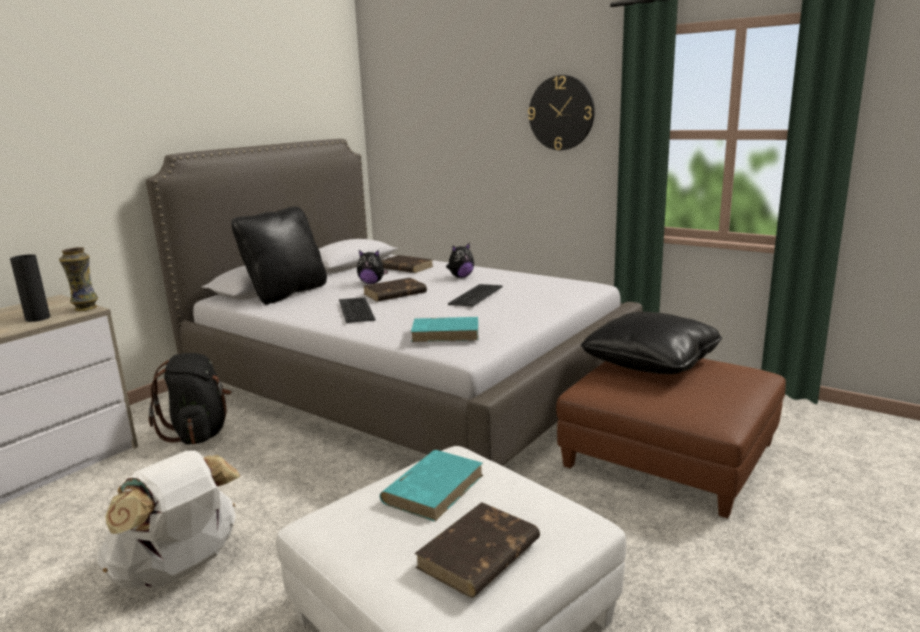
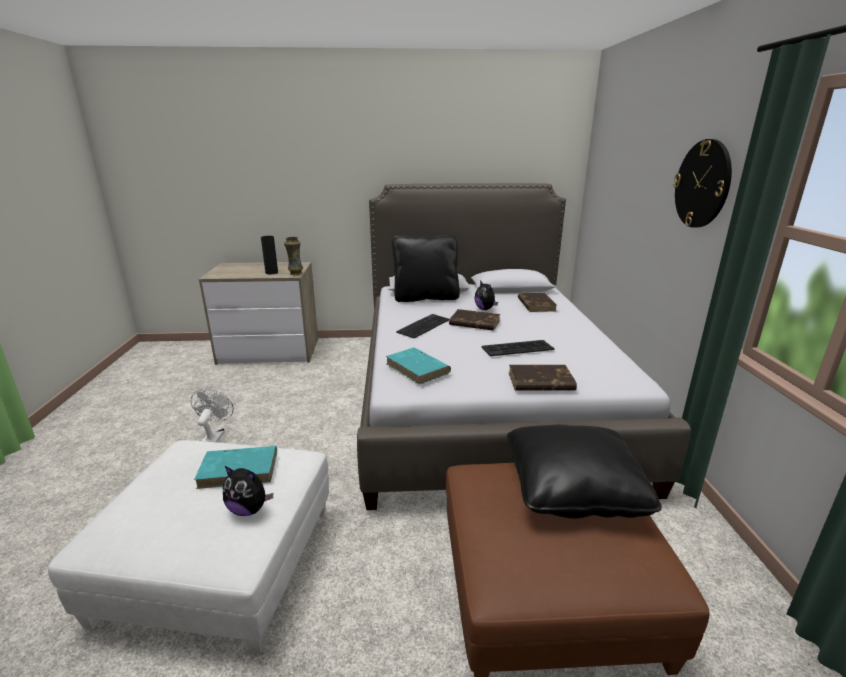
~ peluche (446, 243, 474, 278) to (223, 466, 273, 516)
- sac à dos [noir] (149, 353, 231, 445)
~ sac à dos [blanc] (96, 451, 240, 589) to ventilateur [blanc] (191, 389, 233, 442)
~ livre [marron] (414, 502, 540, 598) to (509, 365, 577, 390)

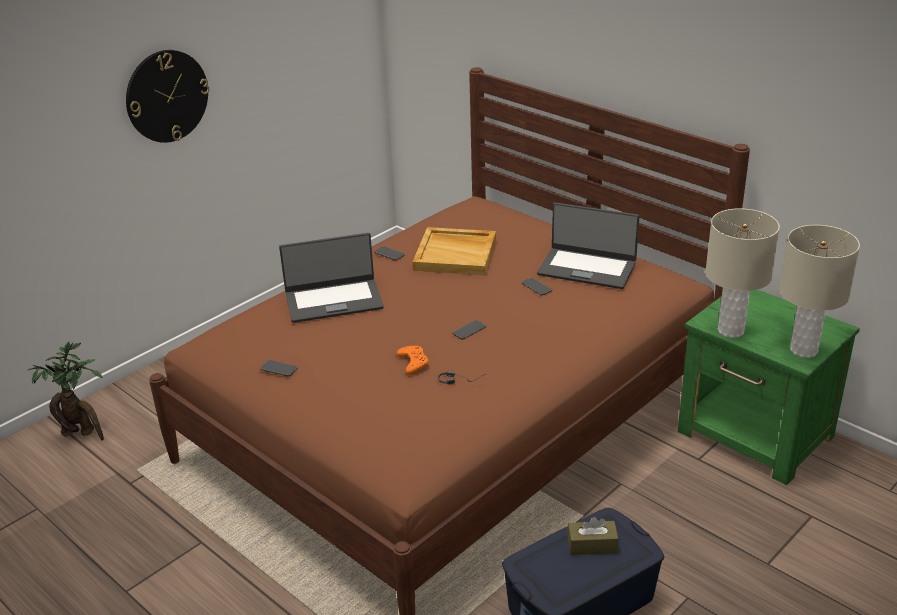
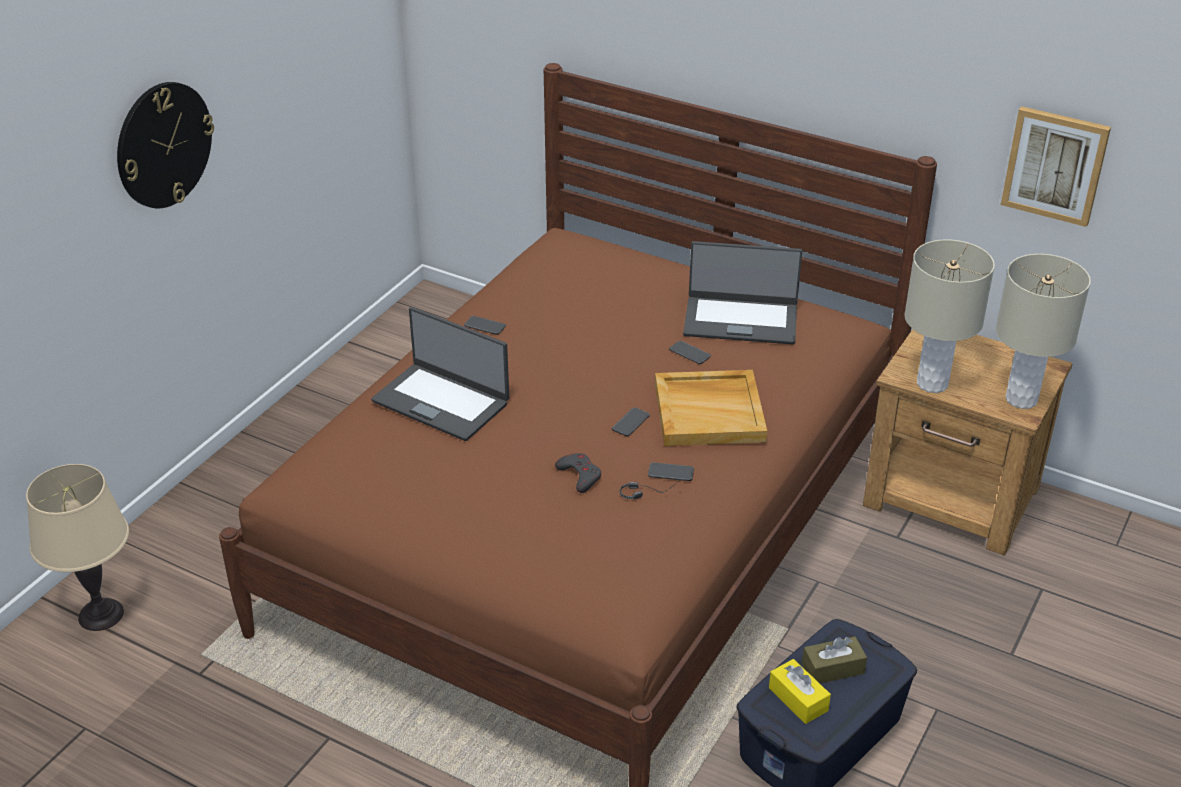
~ plateau [beige] (413, 227, 496, 275) to (655, 370, 767, 446)
~ ordinateur portable (279, 233, 384, 323) = (371, 307, 509, 441) 60 degrees clockwise
~ table de chevet [vert] (677, 290, 860, 485) to table de chevet [marron] (863, 329, 1073, 556)
~ plante en pot (28, 342, 104, 440) to lampe de table [beige] (26, 464, 129, 631)
~ manette [orange] (397, 346, 429, 375) to manette [gris] (555, 453, 601, 493)
~ téléphone (260, 360, 298, 376) to (648, 462, 694, 481)
+ tableau (1001, 106, 1111, 227)
+ boîte à mouchoirs [jaune] (769, 659, 831, 724)

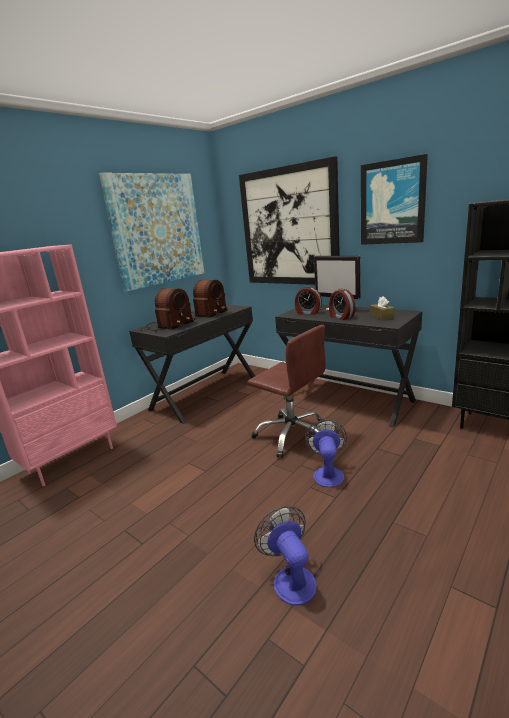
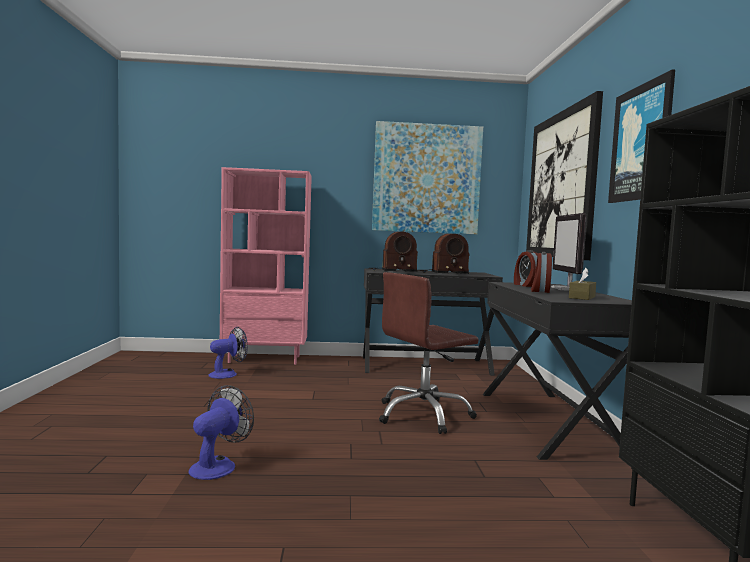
~ chaise de bureau [marron] (247, 325, 326, 458) = (379, 272, 479, 434) 60 degrees clockwise
~ ventilateur (305, 420, 347, 487) to (208, 327, 248, 379)

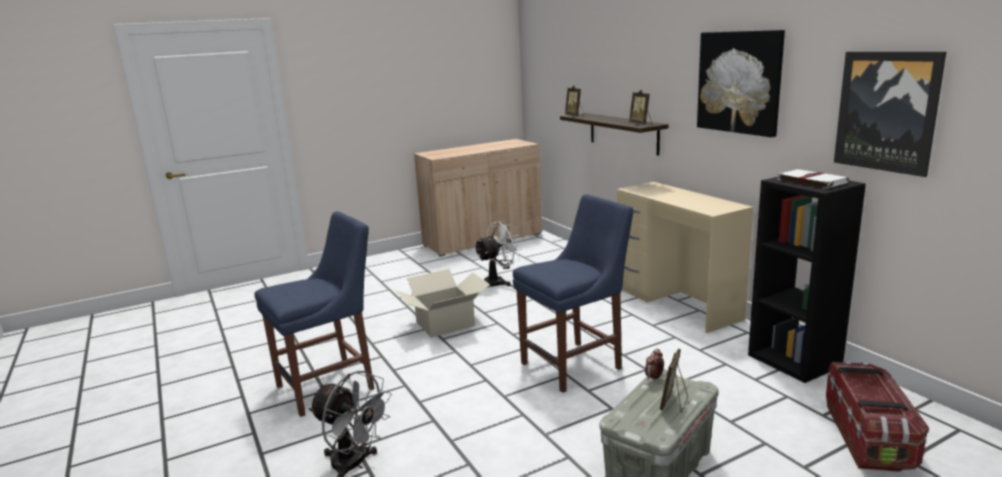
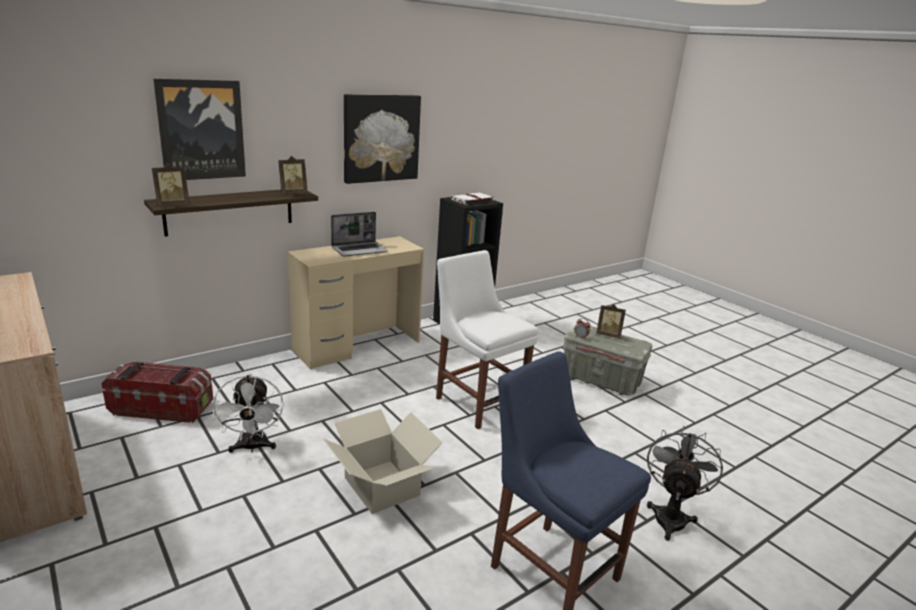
~ tableau (834, 52, 946, 177) to (153, 79, 246, 180)
~ chaise [bleu] (513, 194, 633, 393) to chaise [blanc] (436, 250, 538, 429)
~ ventilateur [blanc] (474, 220, 522, 286) = (212, 374, 284, 453) 150 degrees counterclockwise
~ boîte de rangement (826, 361, 929, 472) to (101, 362, 213, 423)
+ ordinateur portable (331, 212, 388, 257)

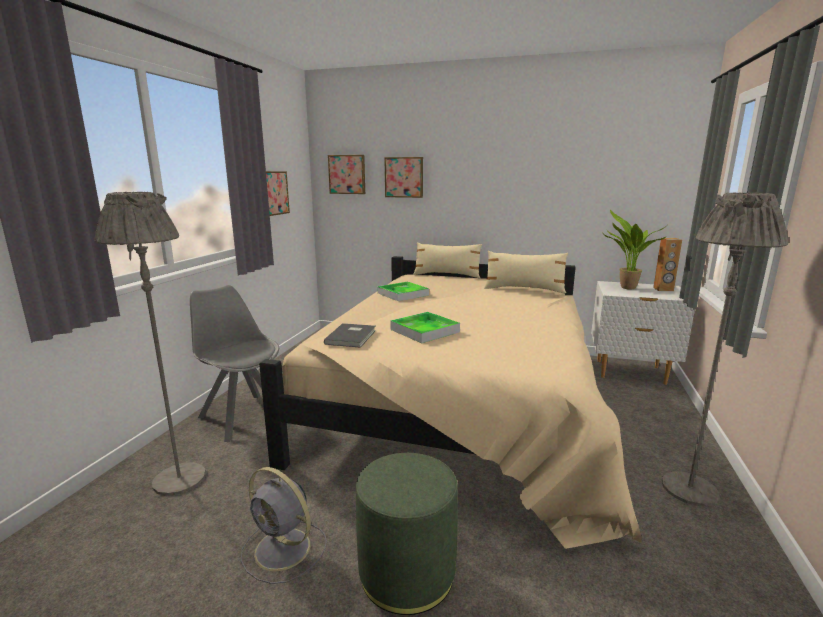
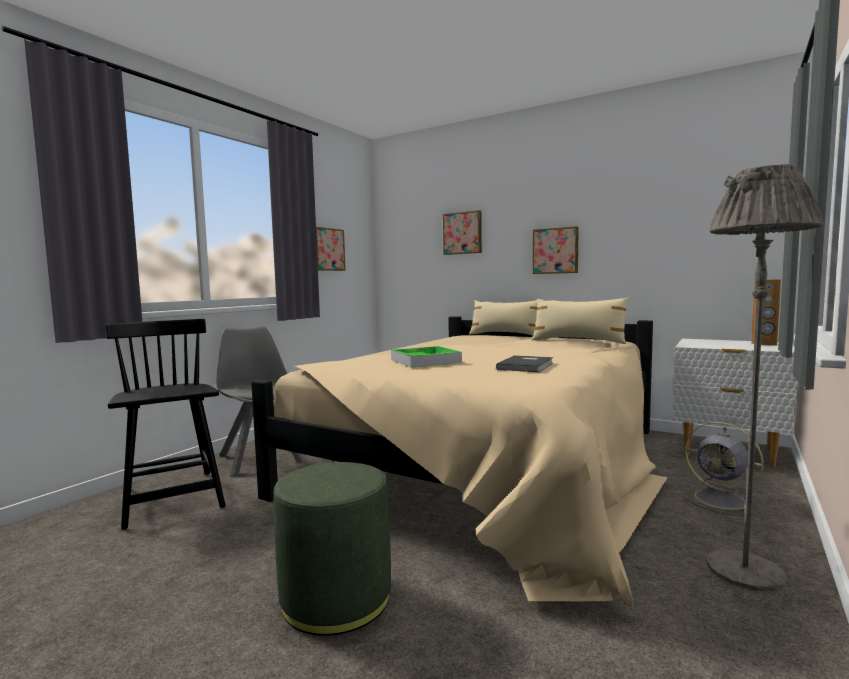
~ tableau (328, 155, 365, 194) to (532, 226, 579, 274)
~ lampadaire [gris] (95, 192, 206, 496) to chaise [noir] (105, 319, 226, 530)
- plante en pot (603, 210, 667, 290)
- plateau (378, 282, 429, 301)
~ livre [gris] (324, 323, 376, 348) to (496, 355, 553, 372)
~ ventilateur [gris] (241, 467, 327, 584) to (682, 422, 764, 516)

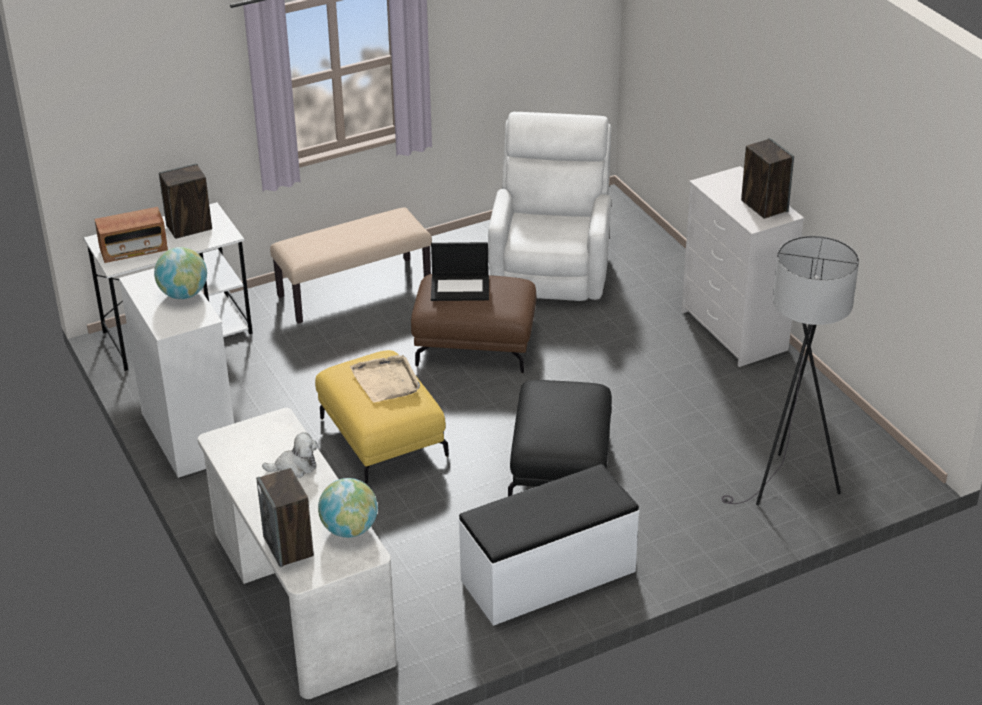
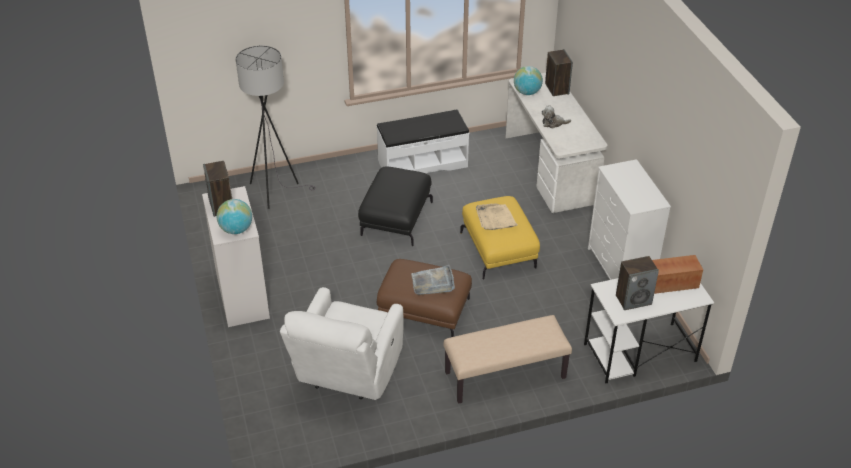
~ ordinateur portable (431, 242, 489, 301) to plateau [gris] (411, 265, 455, 295)
~ globe (154, 247, 207, 299) to (217, 199, 252, 234)

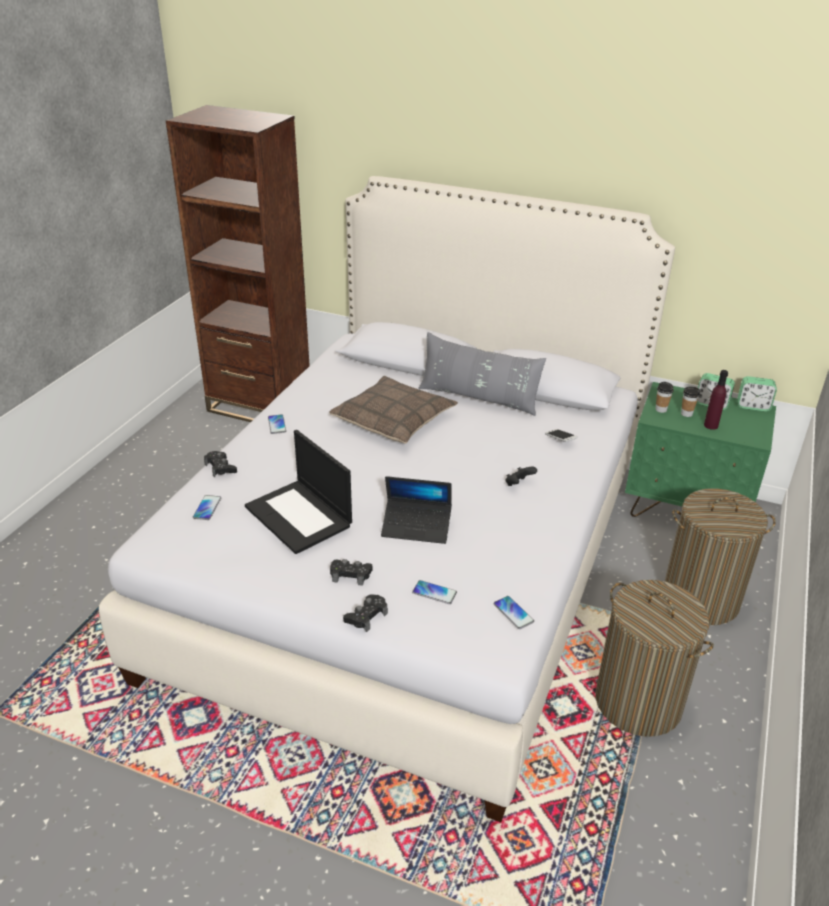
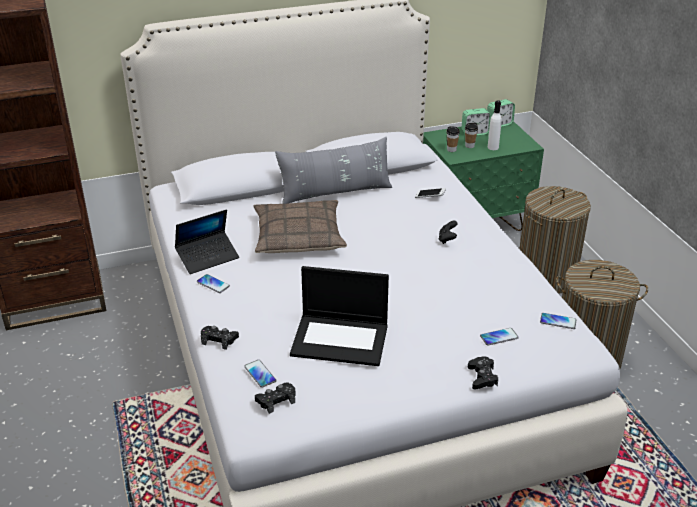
~ bouteille [violet] (704, 370, 728, 430) to bouteille [blanc] (488, 100, 502, 150)
~ ordinateur portable (381, 476, 452, 544) to (175, 209, 239, 274)
~ manette [noir] (330, 559, 372, 586) to (255, 382, 295, 414)

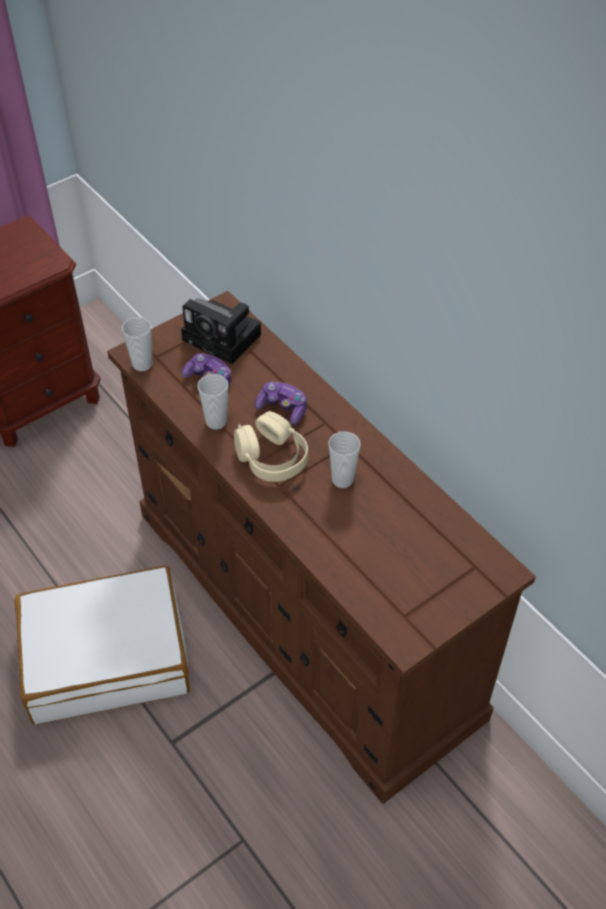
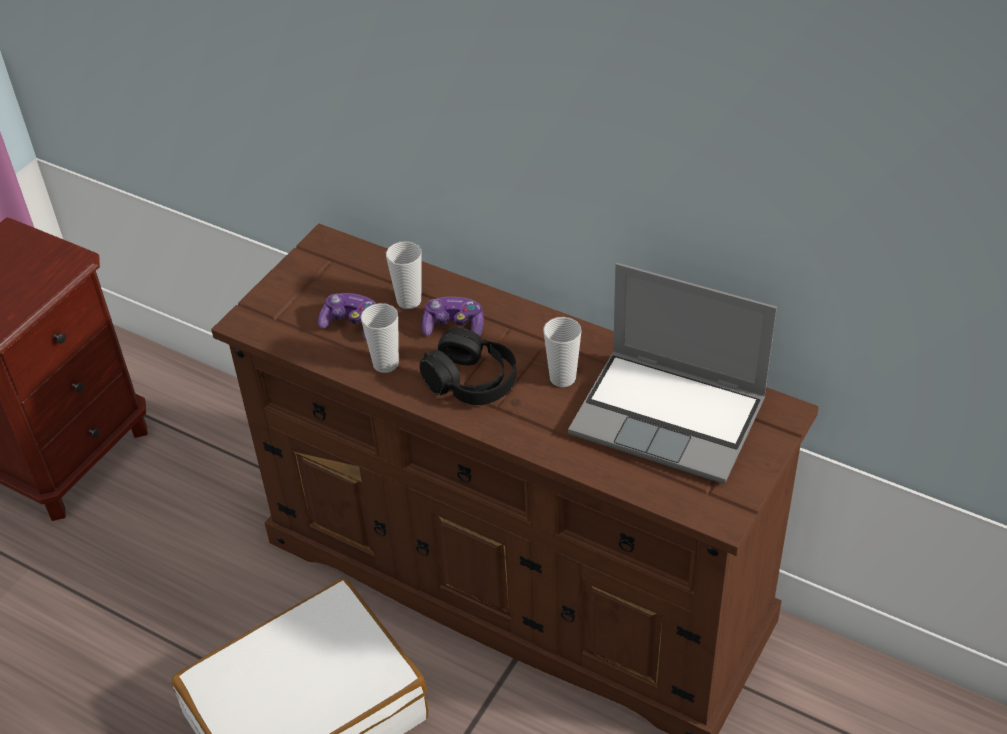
- appareil photo (181, 298, 261, 364)
~ tasse (122, 317, 152, 371) to (386, 241, 422, 309)
~ casque audio [beige] (234, 411, 308, 482) to casque audio [noir] (420, 328, 516, 405)
+ ordinateur portable (568, 263, 777, 484)

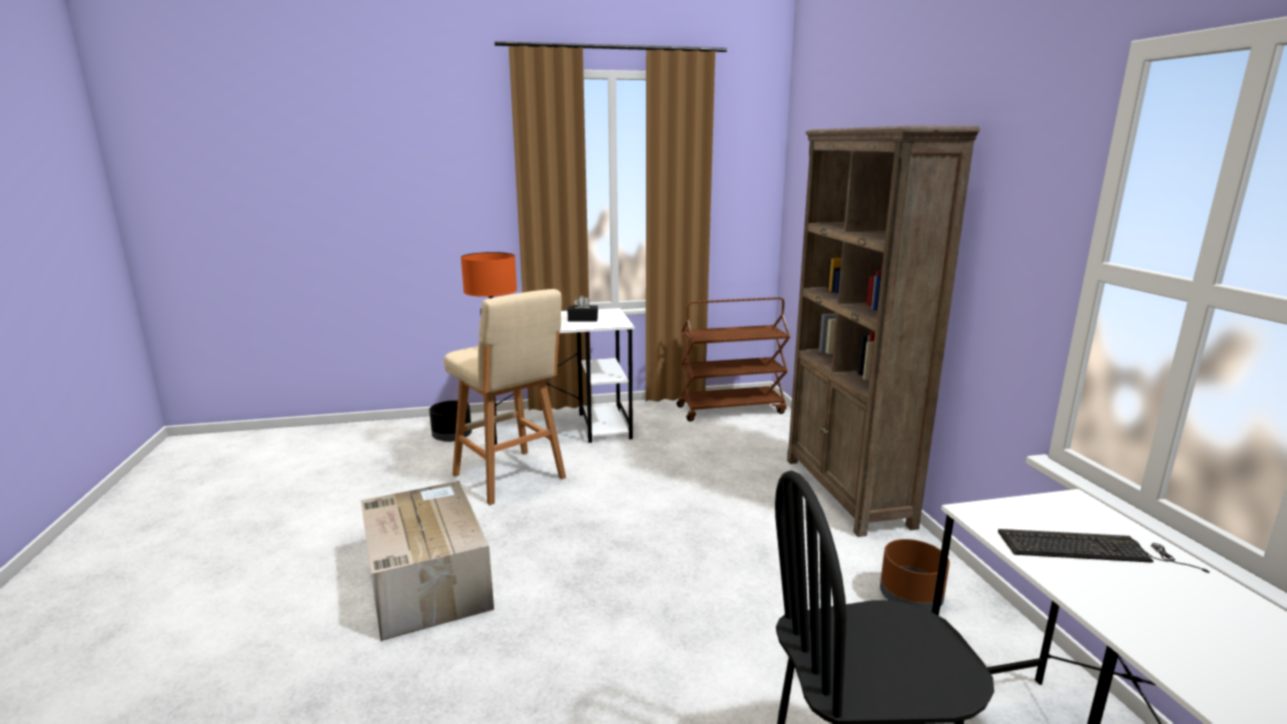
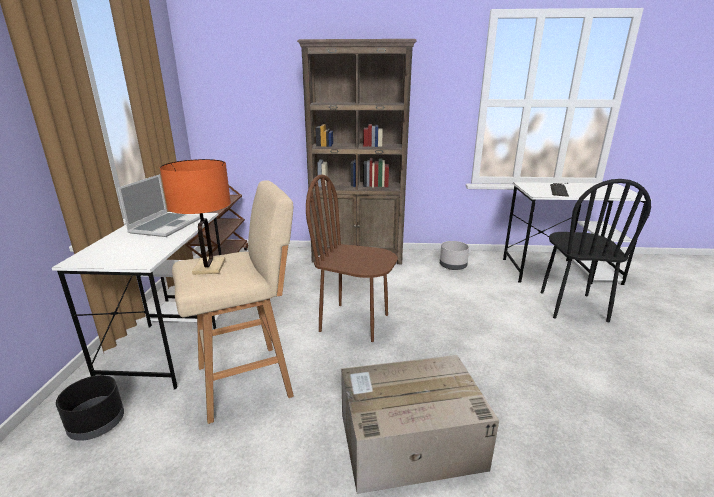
~ boîte à mouchoirs [noir] (567, 295, 598, 322) to ordinateur portable (118, 174, 200, 237)
~ cache-pot [marron] (880, 539, 950, 611) to cache-pot [gris] (440, 241, 469, 270)
+ chaise [marron] (306, 174, 398, 342)

